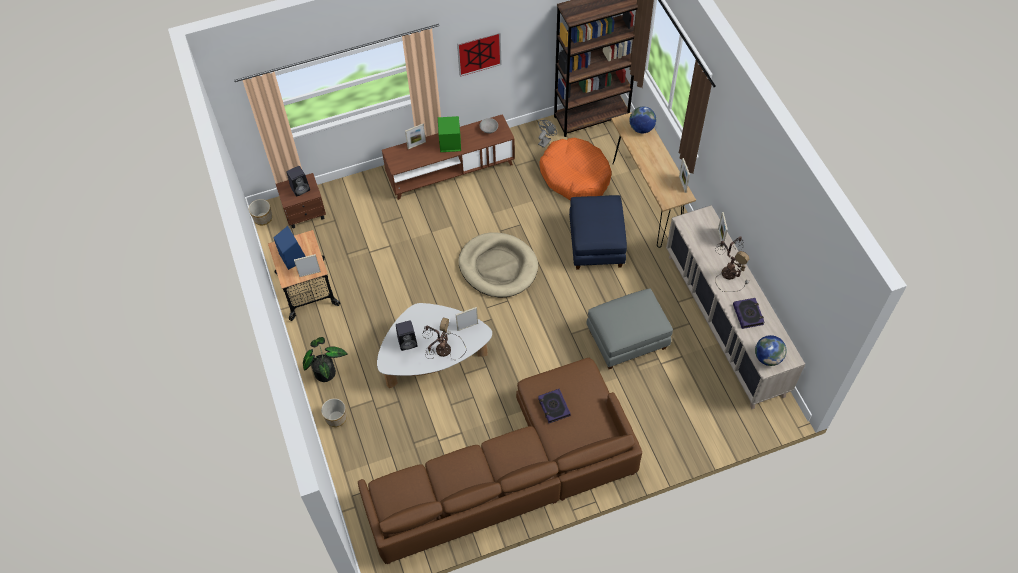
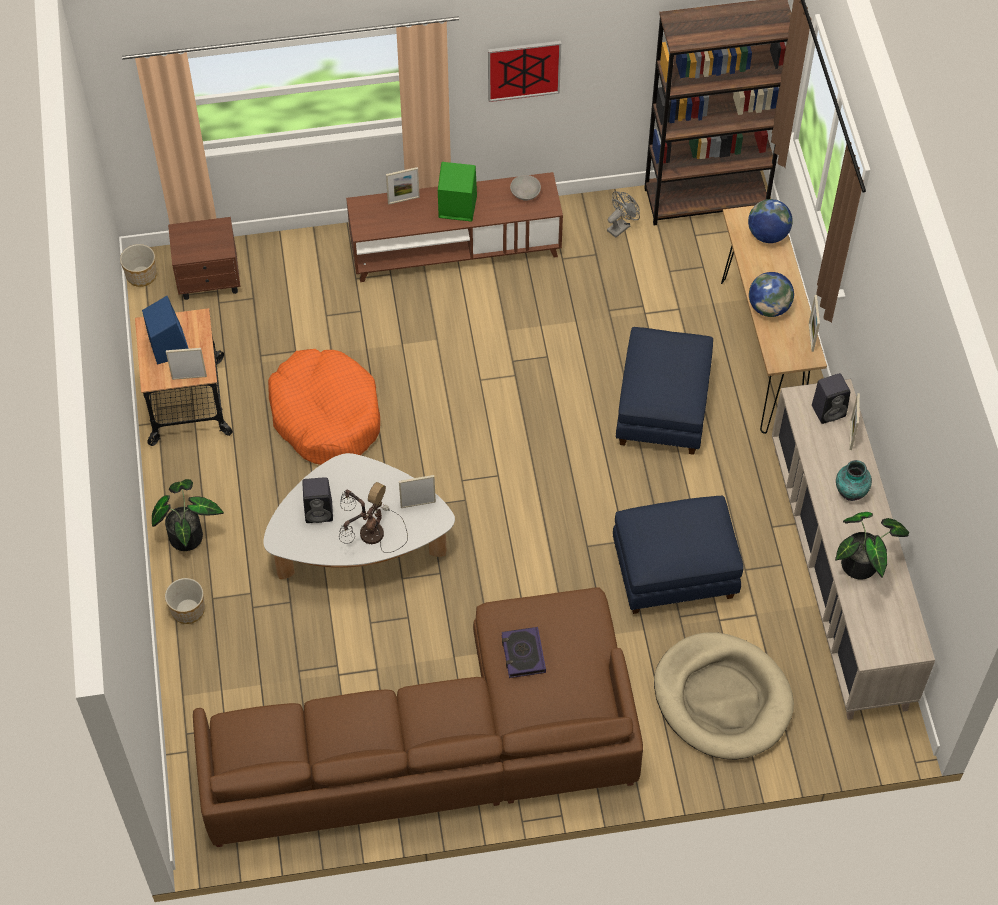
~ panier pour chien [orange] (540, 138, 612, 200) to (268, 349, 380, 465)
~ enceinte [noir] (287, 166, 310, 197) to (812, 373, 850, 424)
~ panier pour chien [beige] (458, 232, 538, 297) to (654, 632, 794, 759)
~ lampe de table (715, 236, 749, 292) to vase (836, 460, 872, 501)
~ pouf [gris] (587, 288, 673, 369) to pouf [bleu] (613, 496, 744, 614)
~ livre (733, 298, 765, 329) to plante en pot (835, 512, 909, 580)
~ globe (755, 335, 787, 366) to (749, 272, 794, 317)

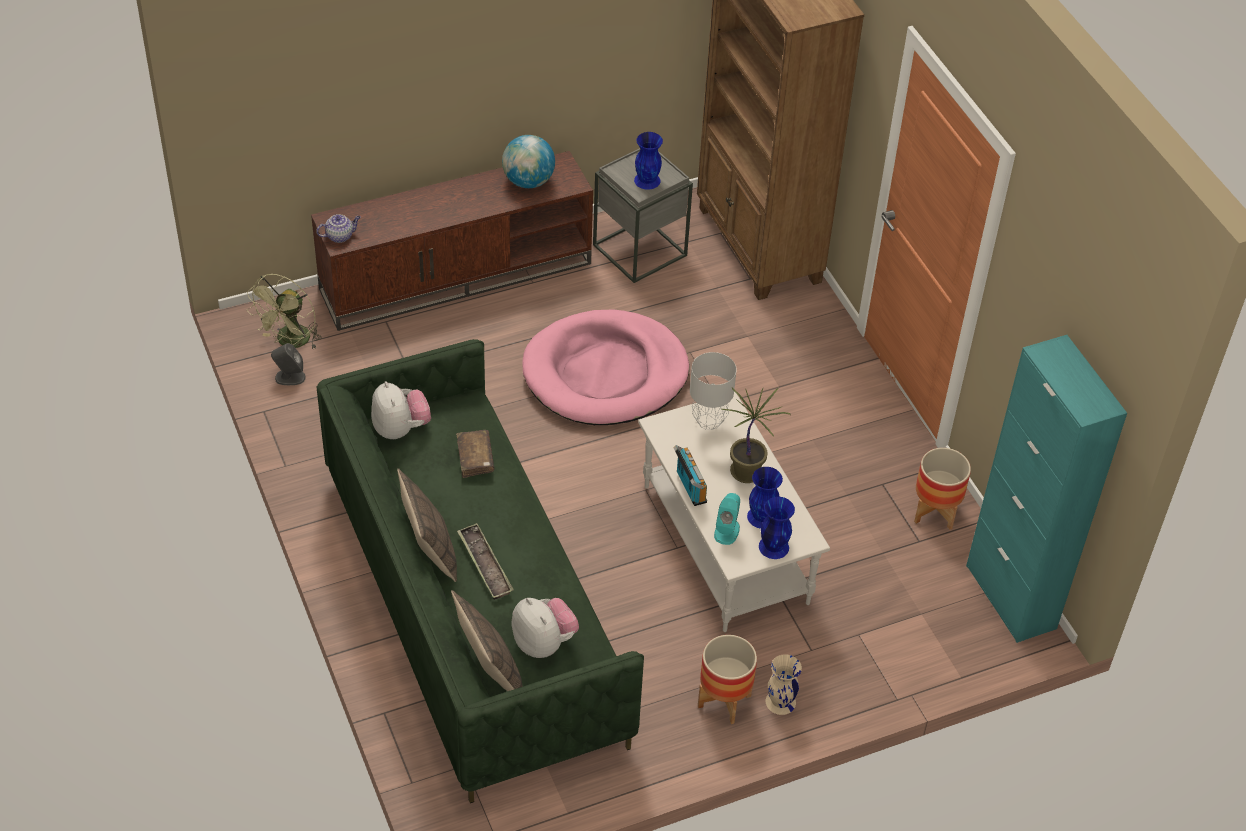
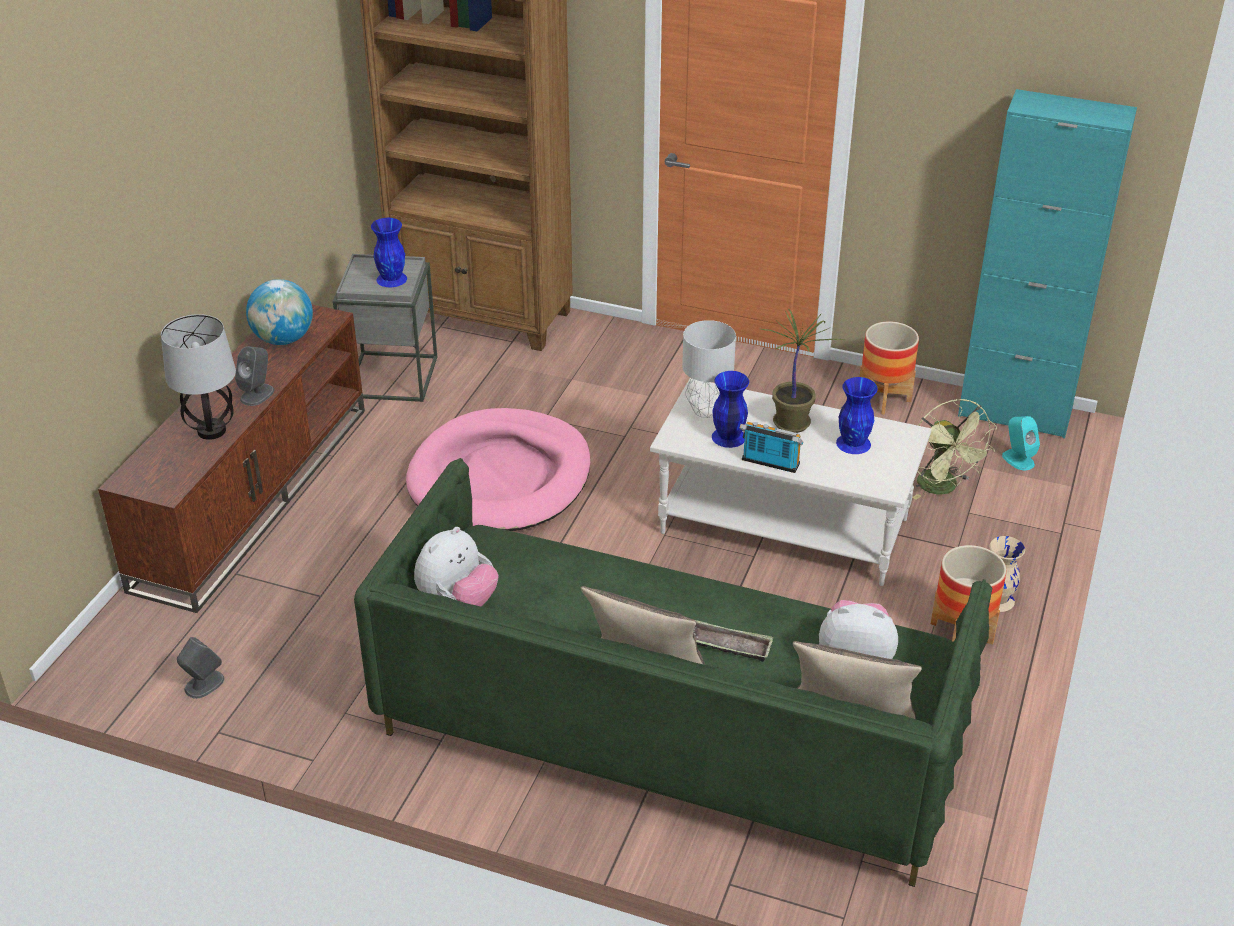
- théière (316, 214, 360, 243)
~ ventilateur [vert] (247, 274, 322, 349) to (912, 399, 997, 500)
~ peluche (371, 381, 431, 439) = (414, 527, 498, 606) 105 degrees clockwise
- livre [marron] (456, 430, 495, 478)
~ enceinte [turquoise] (714, 493, 740, 545) to (1002, 416, 1040, 471)
~ vase [bleu] (759, 497, 795, 559) to (712, 371, 749, 448)
+ lampe de table (161, 314, 236, 440)
+ enceinte [gris] (235, 346, 274, 406)

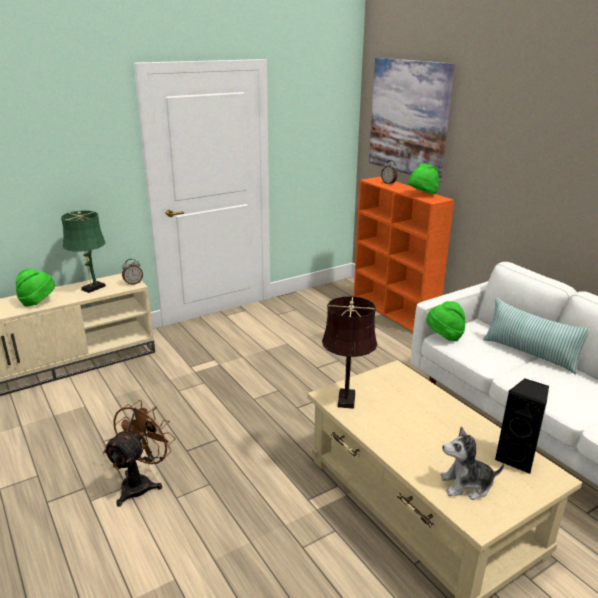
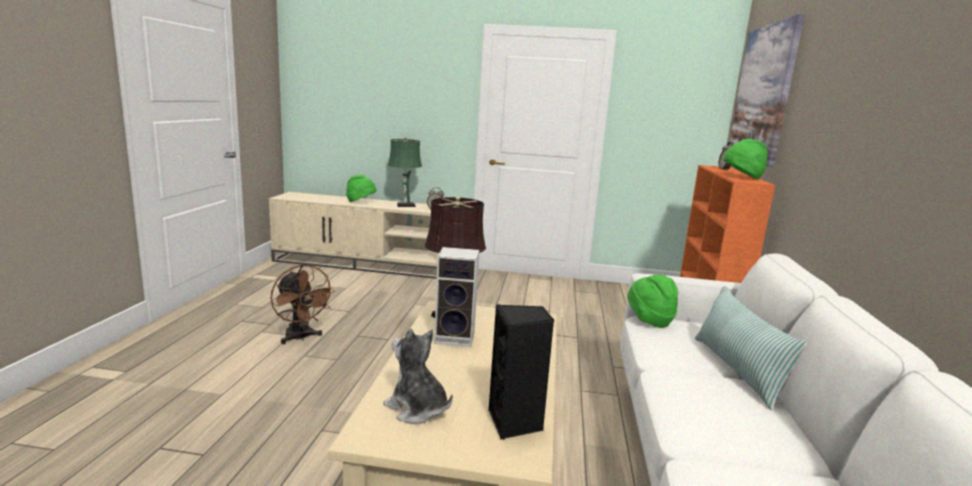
~ ventilateur [marron] (103, 400, 175, 507) = (271, 264, 335, 344) 75 degrees clockwise
+ enceinte (434, 247, 479, 347)

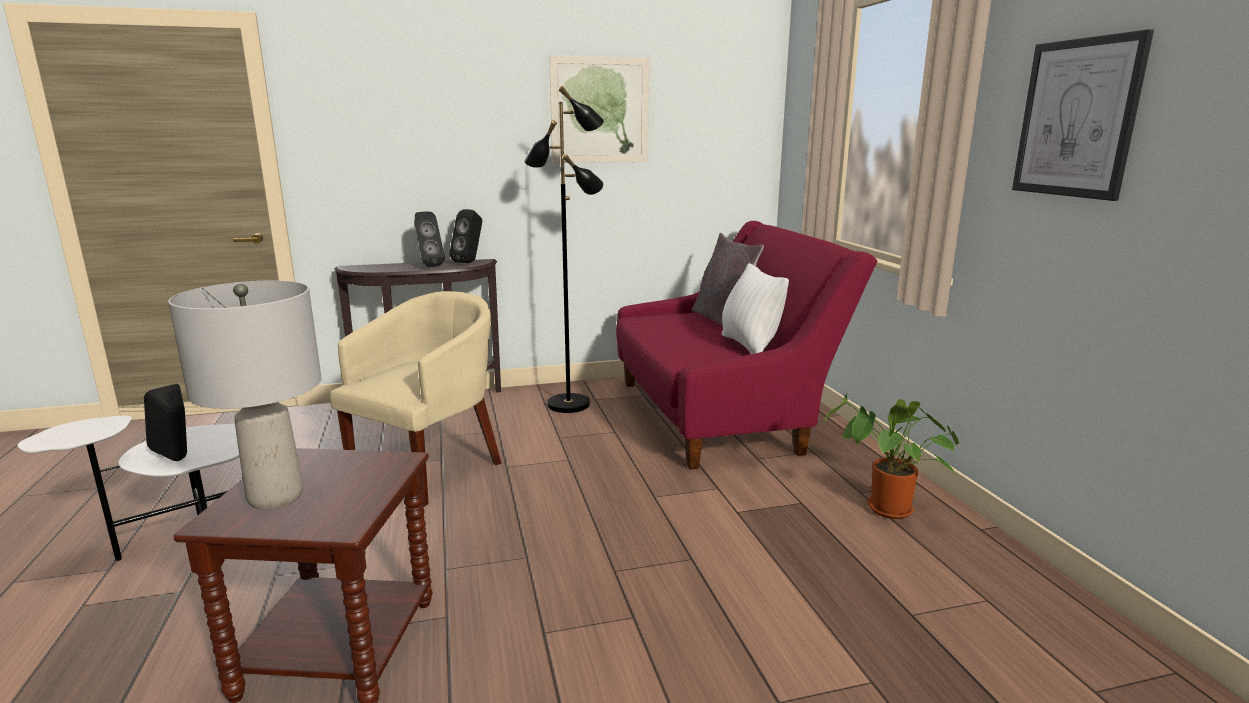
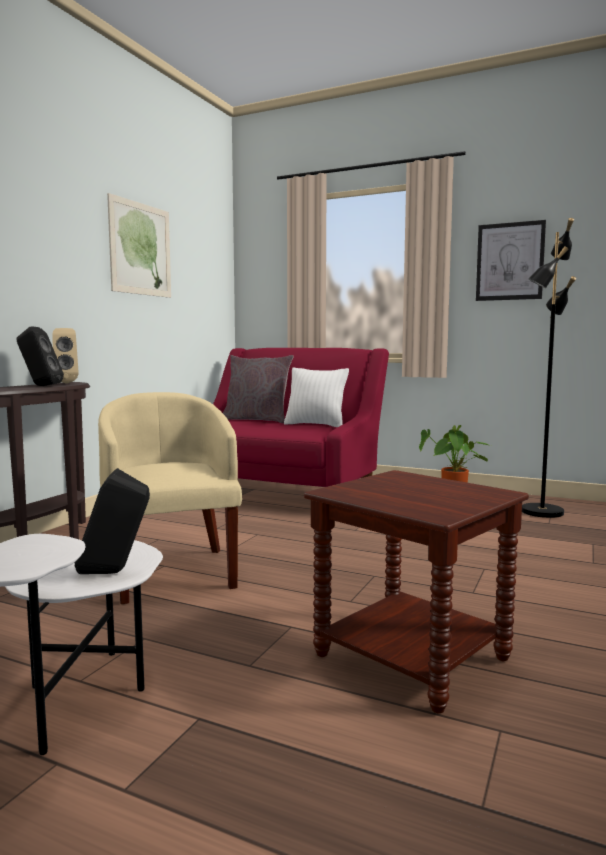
~ lampadaire [noir] (524, 86, 604, 413) to (522, 218, 576, 518)
~ enceinte [noir] (449, 209, 482, 263) to enceinte [beige] (53, 328, 79, 383)
- lampe de table [gris] (168, 281, 322, 510)

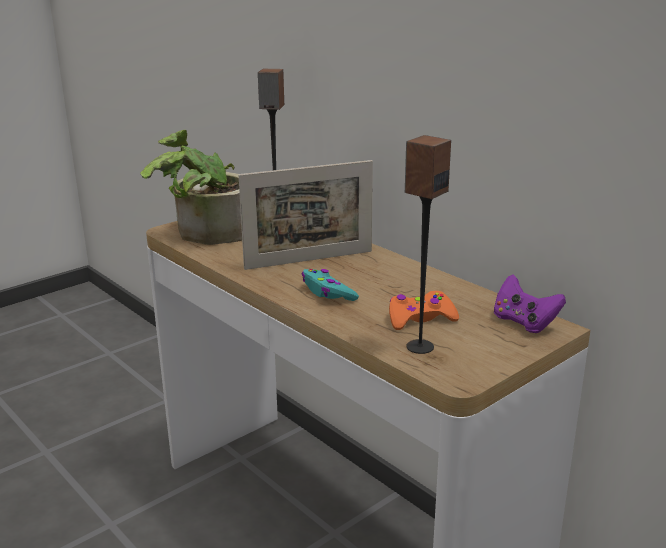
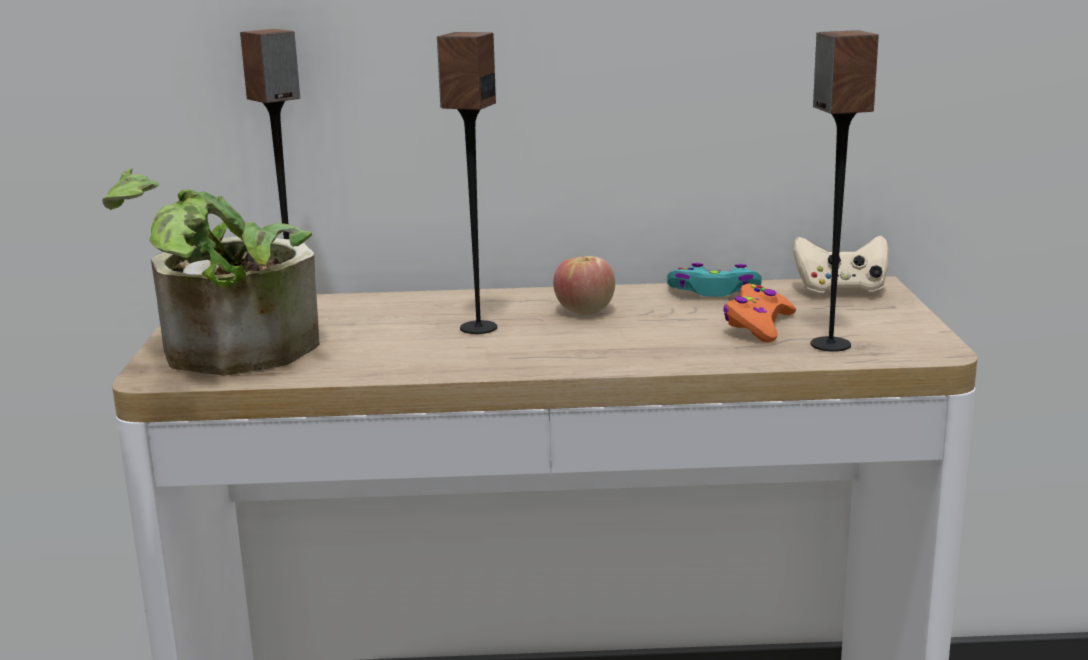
~ cadre photo (238, 160, 373, 270) to enceinte (437, 32, 497, 334)
~ manette [turquoise] (302, 269, 359, 301) to (667, 263, 762, 297)
~ manette [violet] (494, 274, 566, 333) to manette [beige] (793, 235, 888, 295)
+ pomme (553, 256, 615, 314)

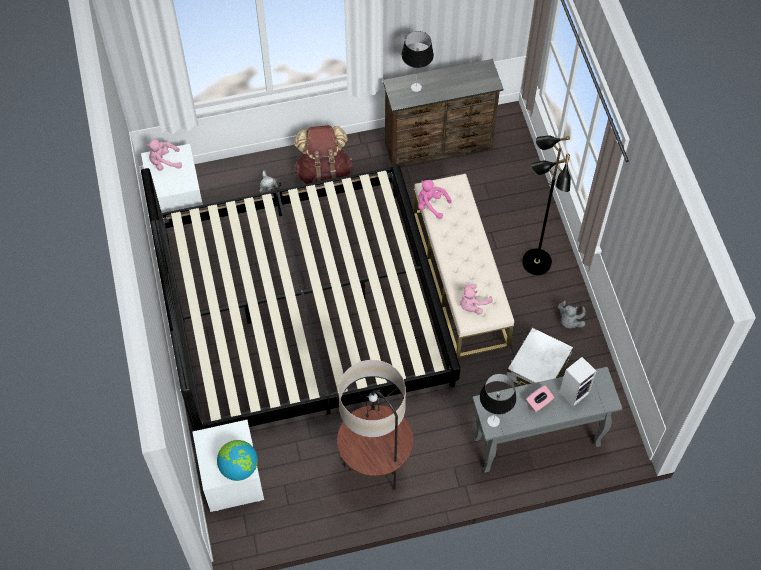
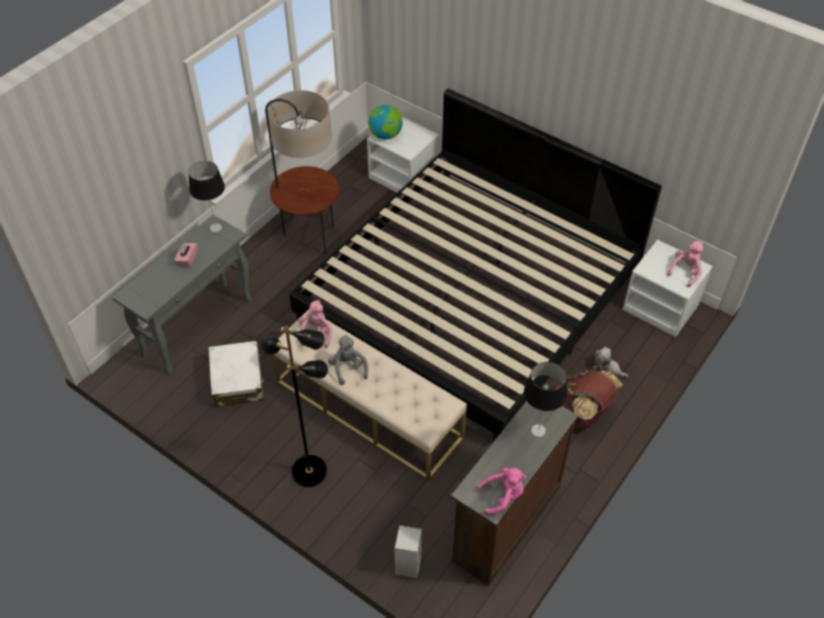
~ peluche [rose] (418, 180, 452, 219) to (477, 468, 526, 515)
~ peluche [gris] (558, 301, 586, 328) to (328, 334, 368, 385)
~ enceinte (559, 357, 596, 406) to (395, 525, 422, 578)

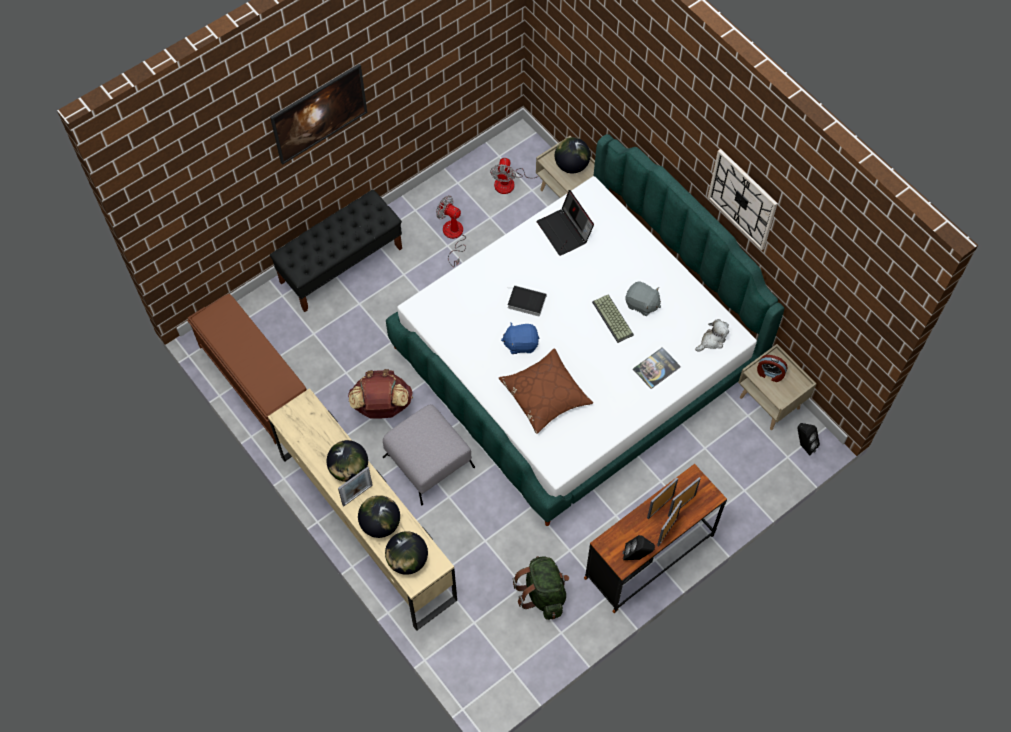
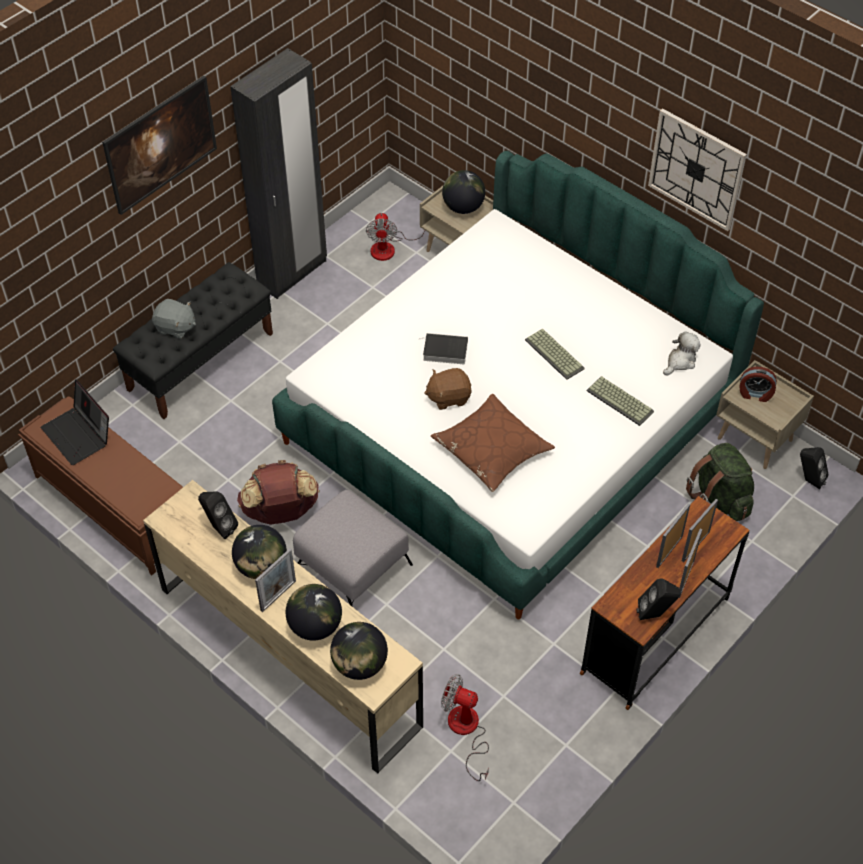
~ ordinateur portable (536, 190, 594, 256) to (40, 379, 109, 465)
~ ventilateur (436, 196, 466, 267) to (441, 674, 489, 781)
~ peluche [gris] (625, 282, 661, 316) to (152, 299, 196, 339)
~ peluche [bleu] (501, 322, 539, 354) to peluche [marron] (424, 368, 471, 410)
~ livre (633, 347, 681, 389) to clavier (587, 376, 654, 426)
~ sac à dos [vert] (513, 556, 569, 620) to (686, 443, 754, 521)
+ armoire [noir] (230, 48, 327, 299)
+ enceinte [noir] (198, 491, 238, 539)

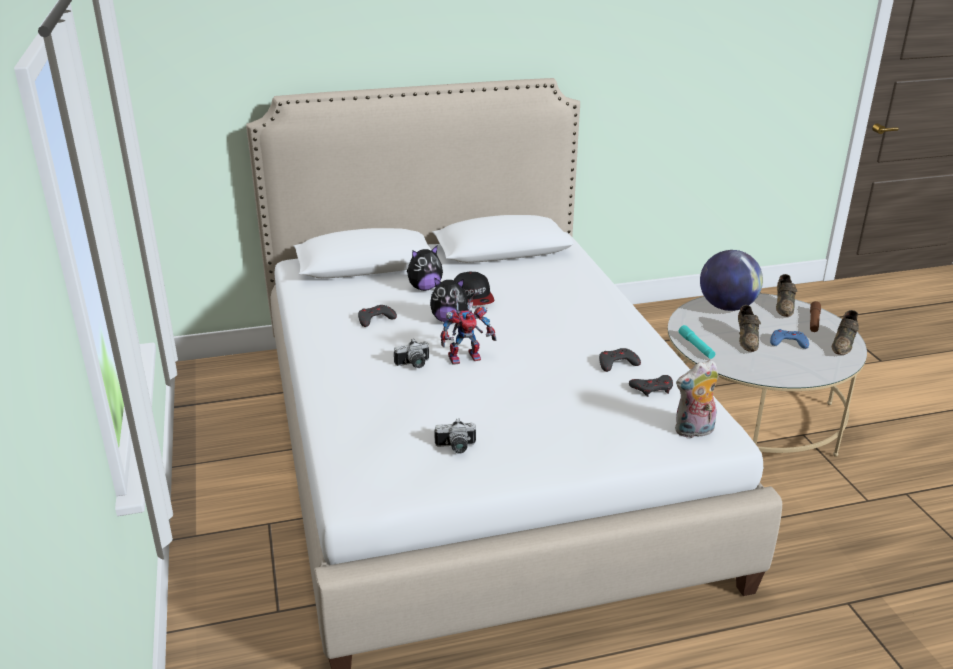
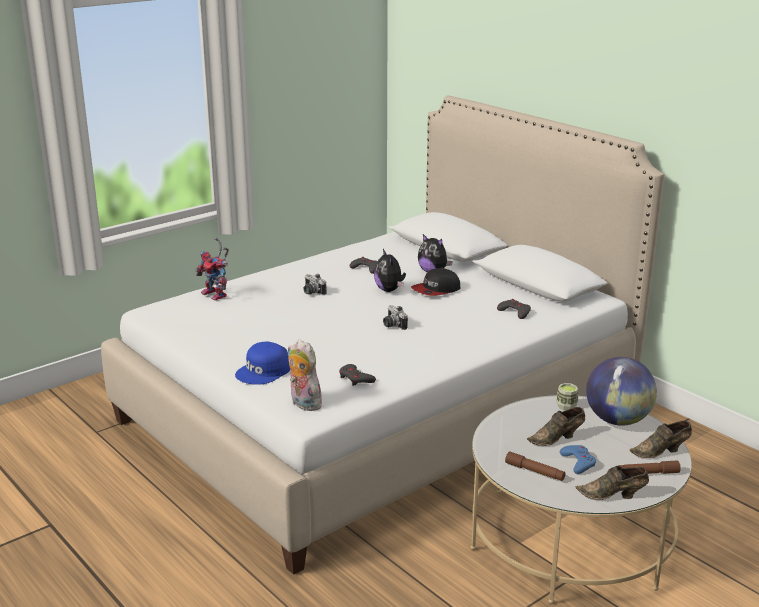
~ robot jouet (440, 289, 497, 365) to (195, 238, 229, 301)
- lampe de poche [turquoise] (679, 325, 715, 359)
~ manette [gris] (599, 348, 641, 372) to (497, 299, 531, 319)
~ appareil photo (434, 418, 476, 454) to (383, 305, 408, 330)
+ casquette [bleu] (235, 341, 290, 385)
+ tasse (556, 383, 578, 411)
+ lampe de poche [marron] (505, 451, 566, 481)

